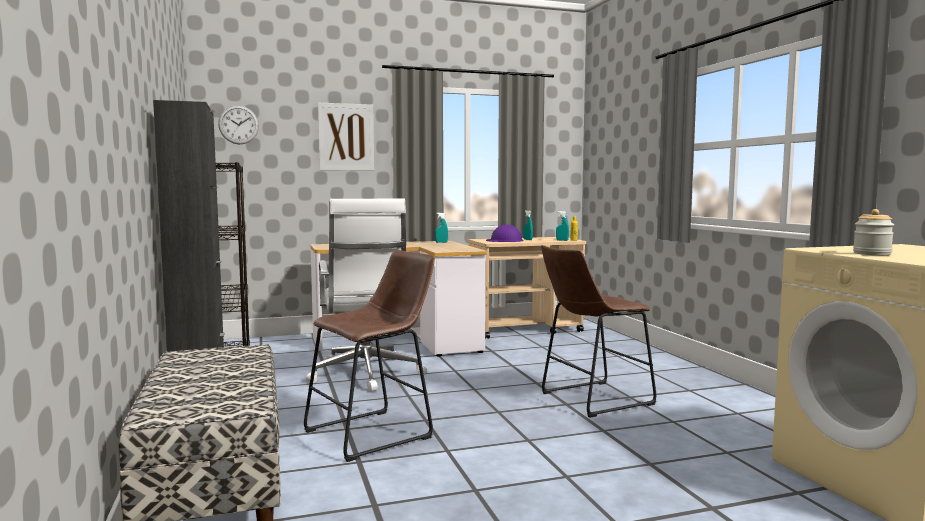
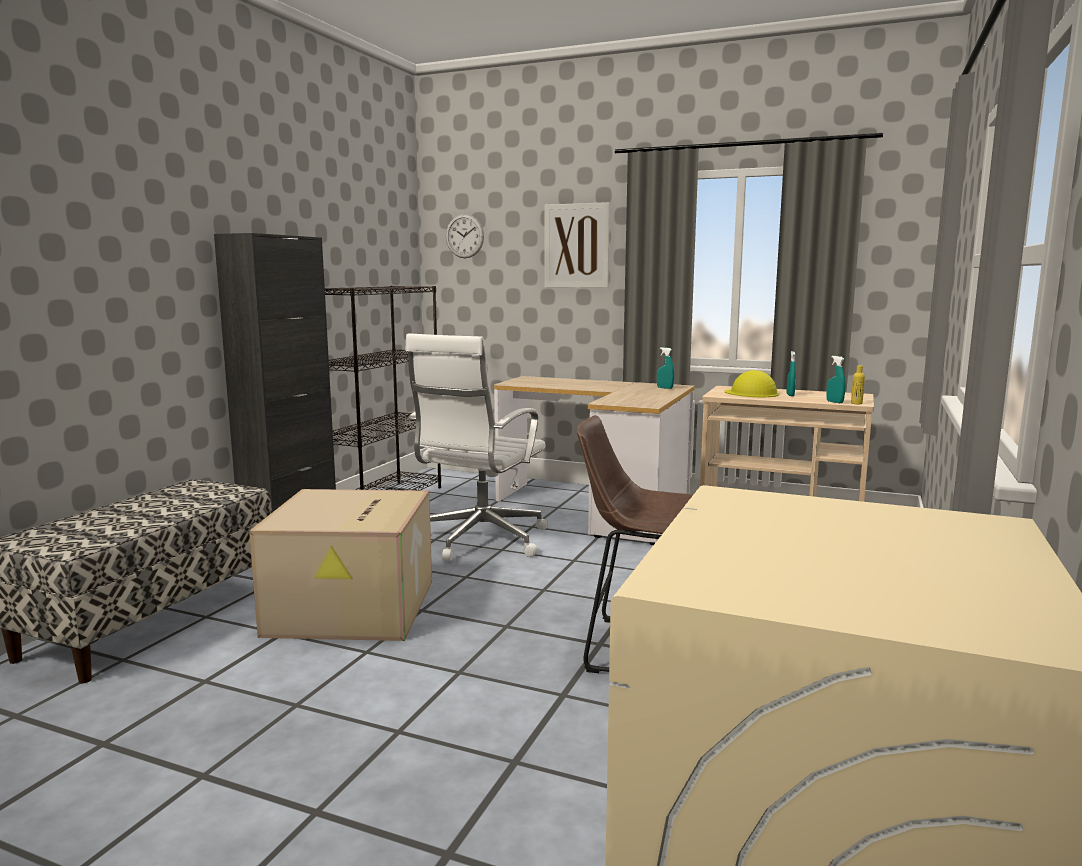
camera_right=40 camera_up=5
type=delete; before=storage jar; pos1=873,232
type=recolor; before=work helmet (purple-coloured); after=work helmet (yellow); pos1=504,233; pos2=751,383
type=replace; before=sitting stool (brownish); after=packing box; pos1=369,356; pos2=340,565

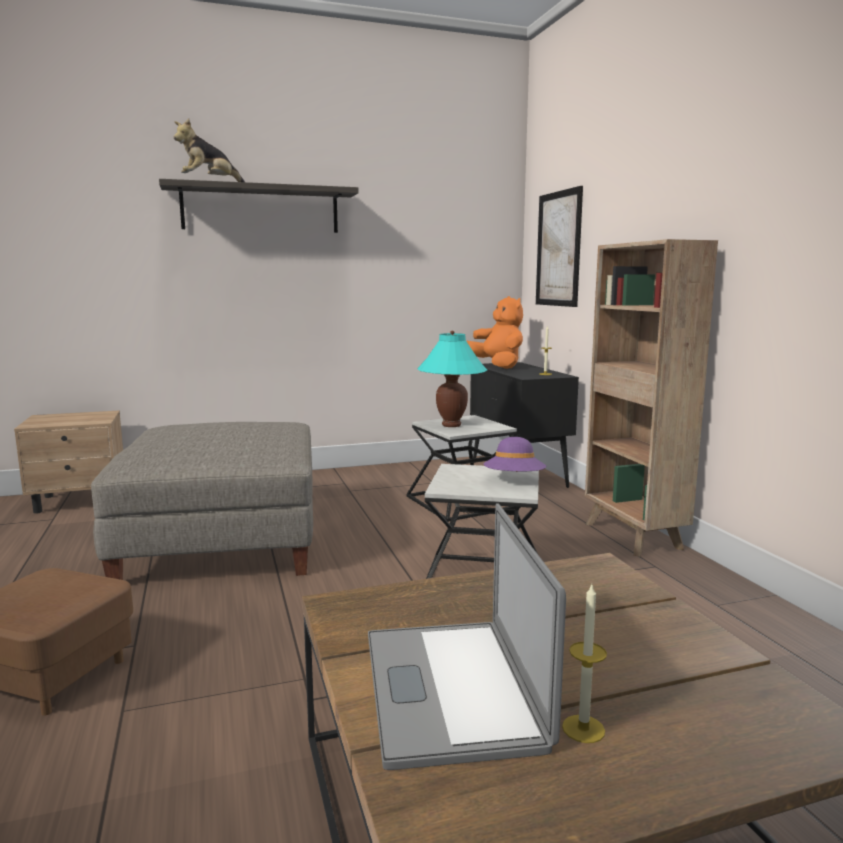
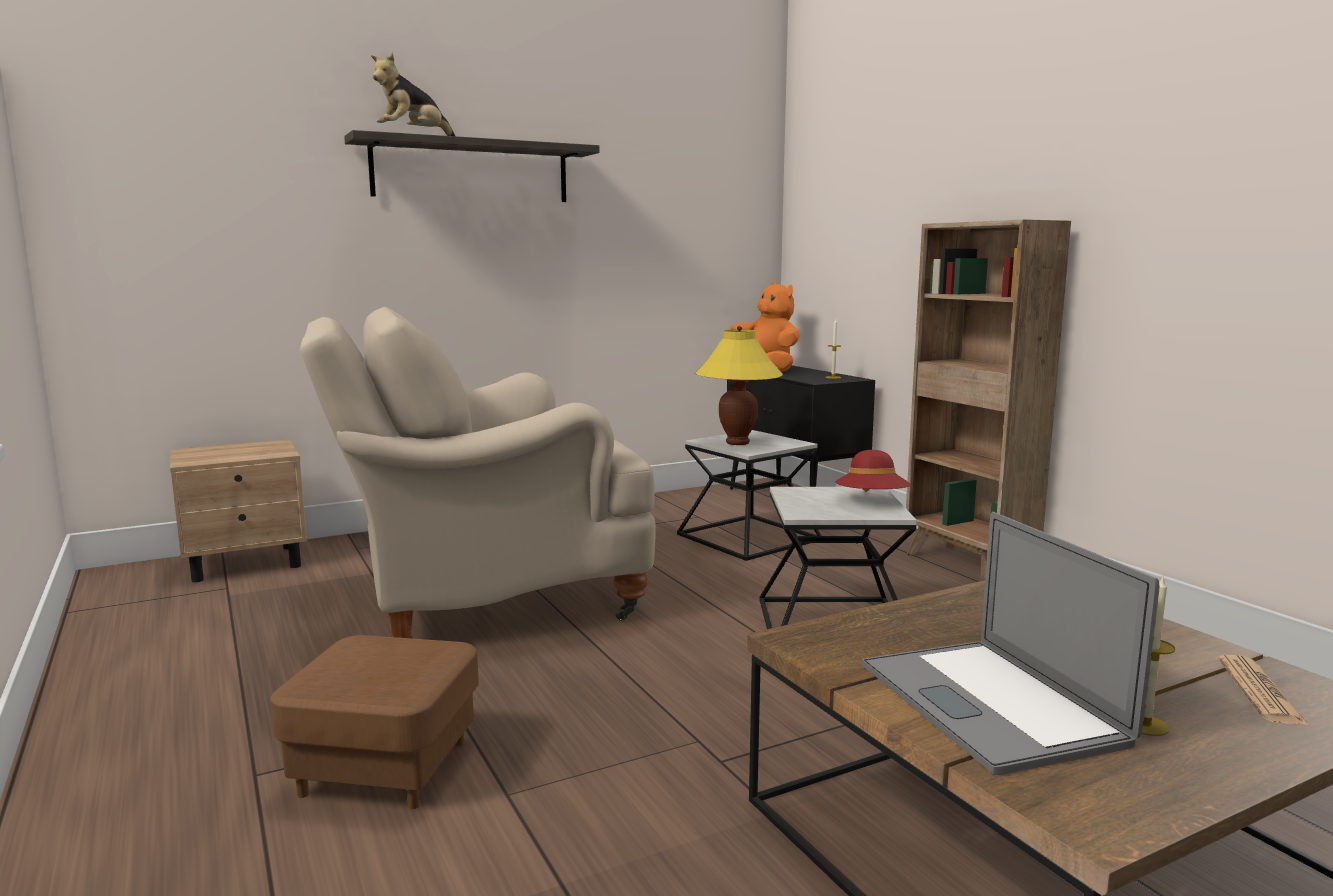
camera_right=-10 camera_up=0
type=delete; before=wall art; pos1=559,246
type=recolor; before=lamp for a table (turquoise); after=lamp for a table (yellow); pos1=452,379; pos2=739,385
type=replace; before=ottoman (grey); after=armchair (beige); pos1=202,501; pos2=478,472
type=recolor; before=wearable hat (purple-coloured); after=wearable hat (reddish); pos1=515,454; pos2=873,471
type=insert; after=newspaper; pos2=1264,690

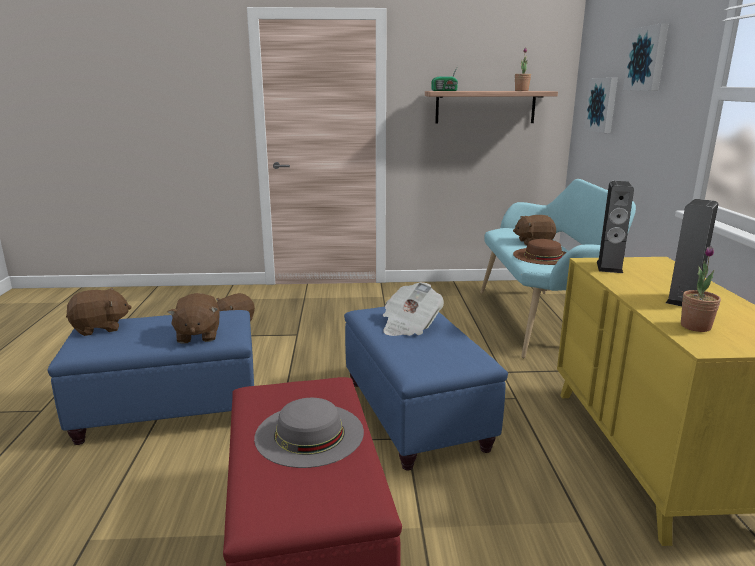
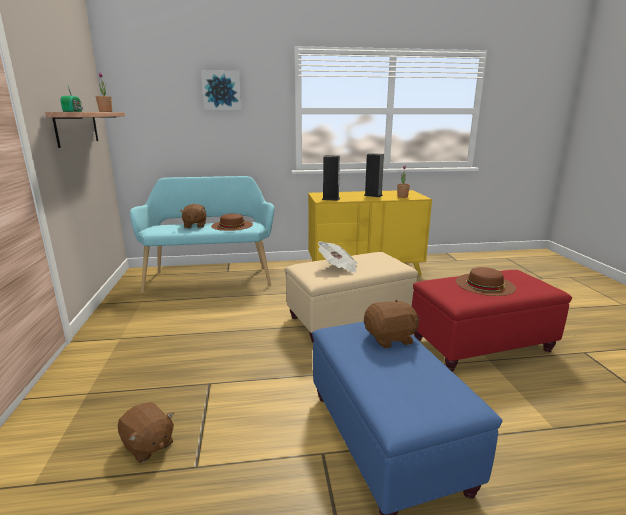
camera_right=-95 camera_up=0
type=delete; before=wall art; pos1=601,105
type=delete; before=plush toy (brownish); pos1=99,312
type=recolor; before=ottoman (blue-coloured); after=ottoman (beige); pos1=426,388; pos2=352,297
type=recolor; before=wearable hat (grey); after=wearable hat (brownish); pos1=309,433; pos2=486,281

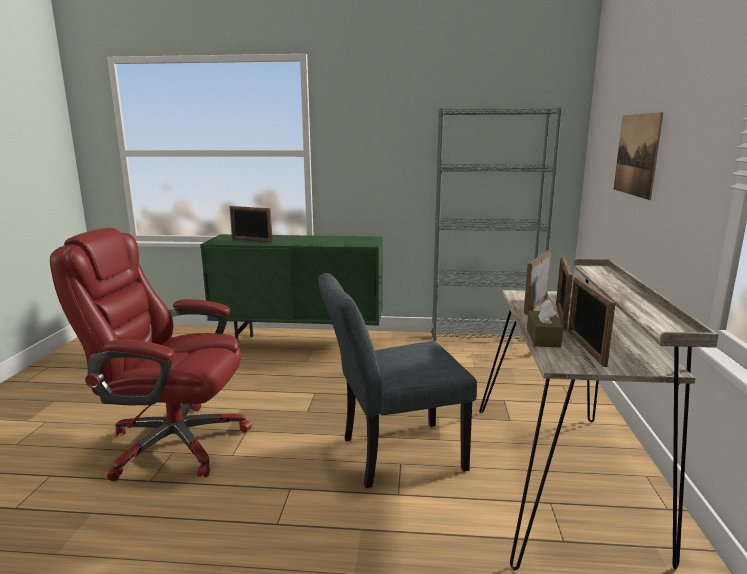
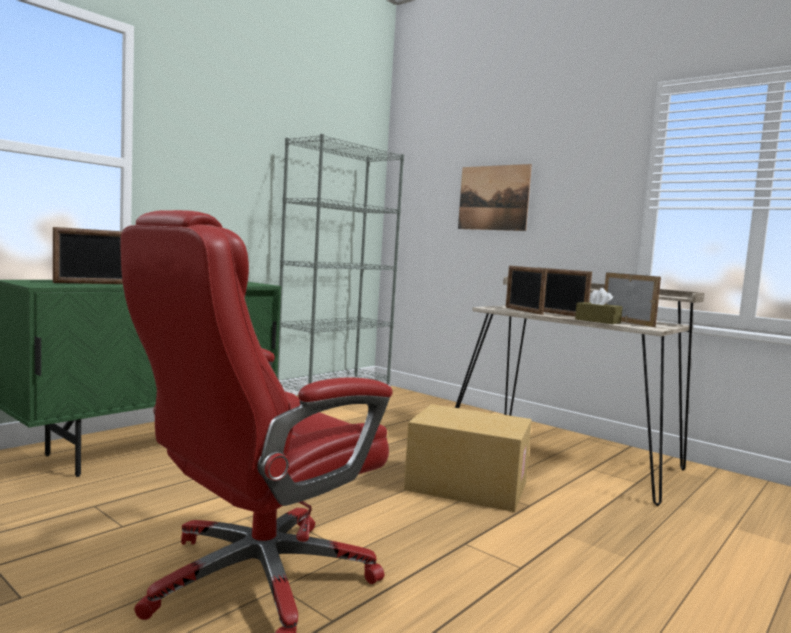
camera_right=-55 camera_up=-10
type=replace; before=plain chair (grey); after=packing box; pos1=397,380; pos2=468,458
type=rotate; before=picture frame; pos1=592,322; pos2=632,299; turn=-150

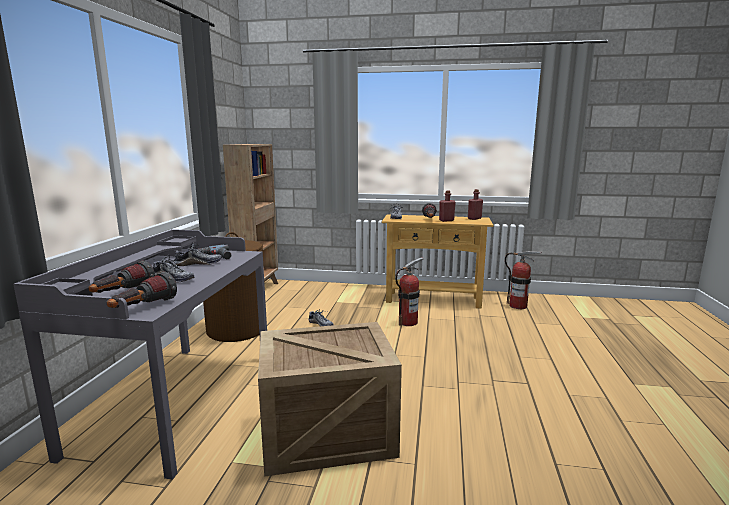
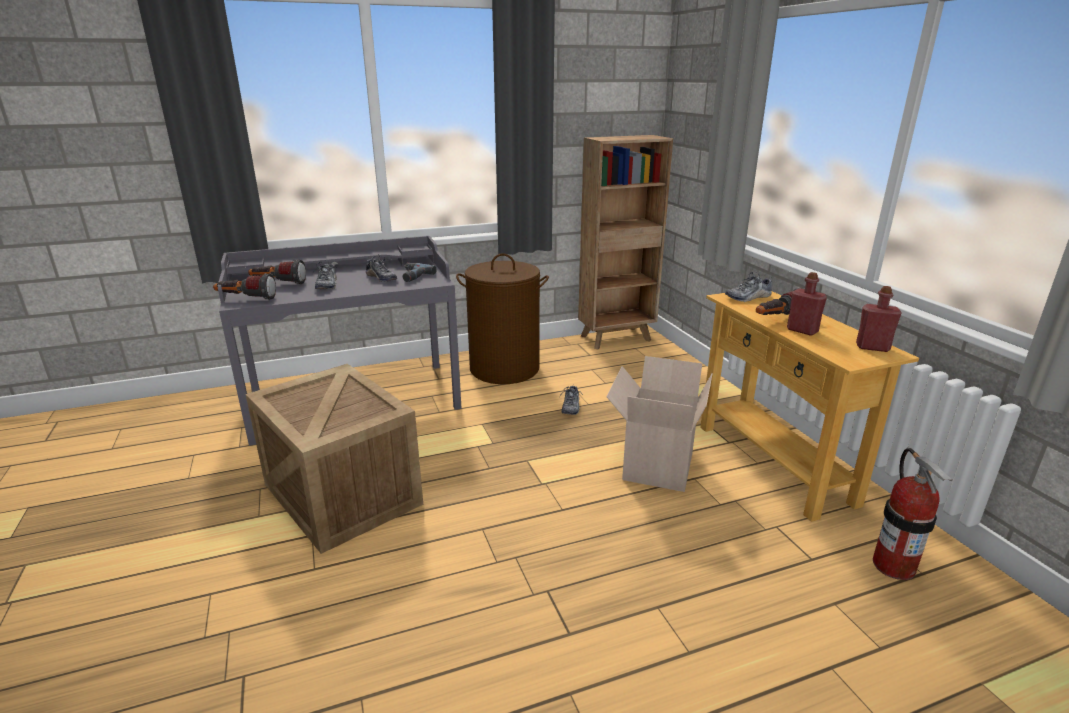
camera_right=60 camera_up=10
type=replace; before=fire extinguisher; after=packing box; pos1=409,291; pos2=659,424

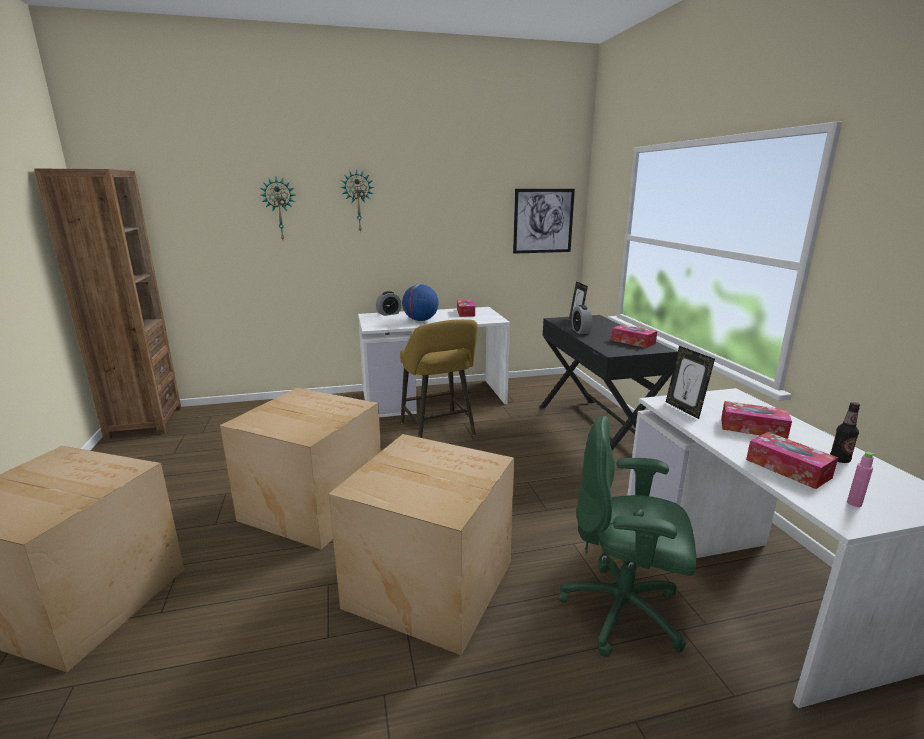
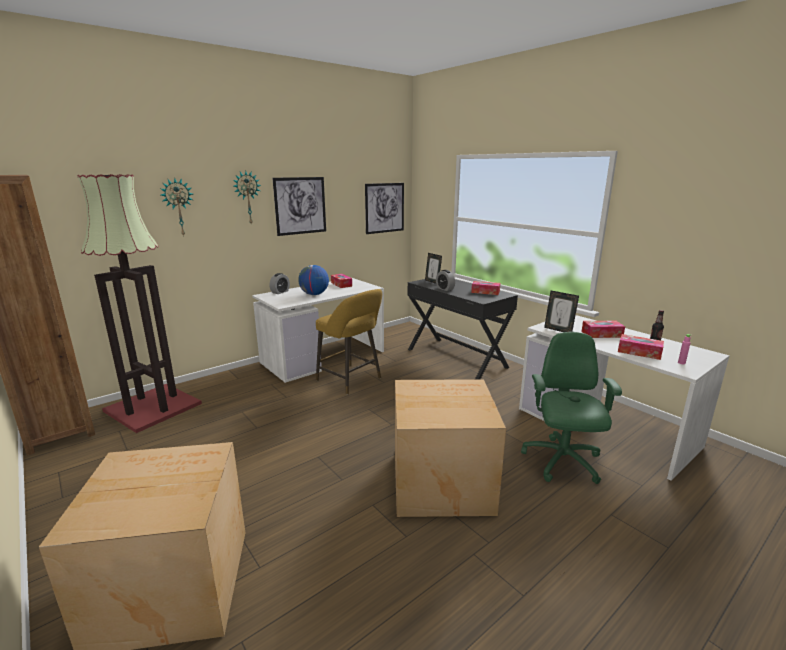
camera_right=-25 camera_up=0
type=delete; before=packing box; pos1=300,469
type=rotate; before=office chair (green); pos1=627,536; pos2=571,408; turn=105
type=insert; after=standing lamp; pos2=140,303
type=insert; after=wall art; pos2=299,206

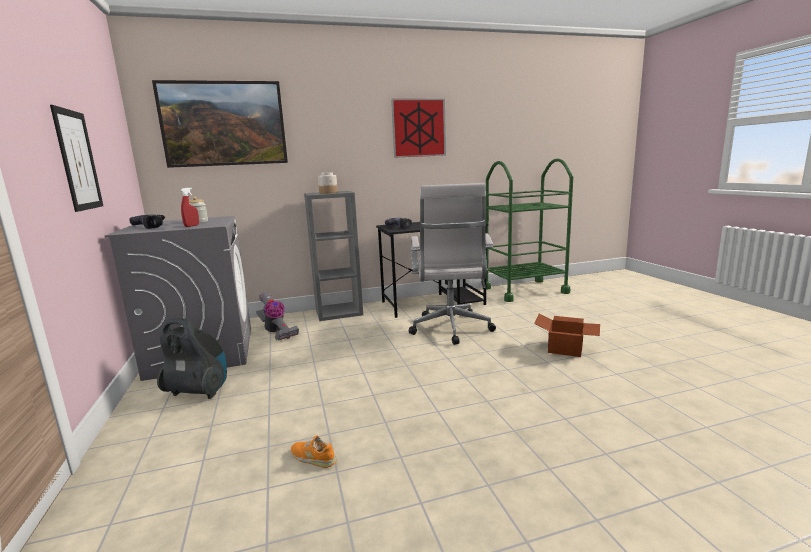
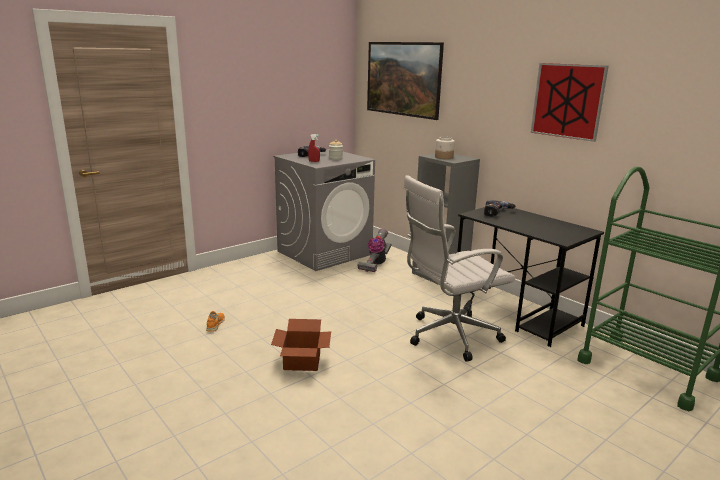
camera_right=65 camera_up=5
type=delete; before=wall art; pos1=76,158
type=move; before=packing box; pos1=567,335; pos2=301,345
type=delete; before=vacuum; pos1=192,358

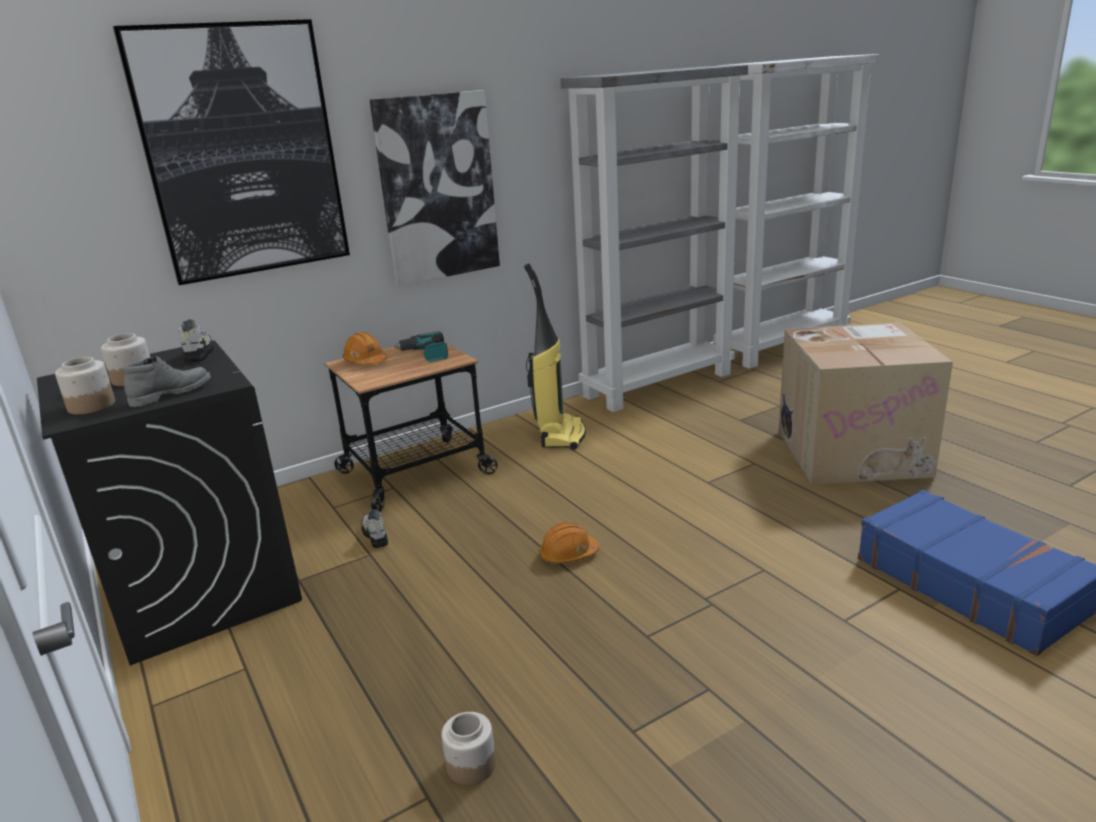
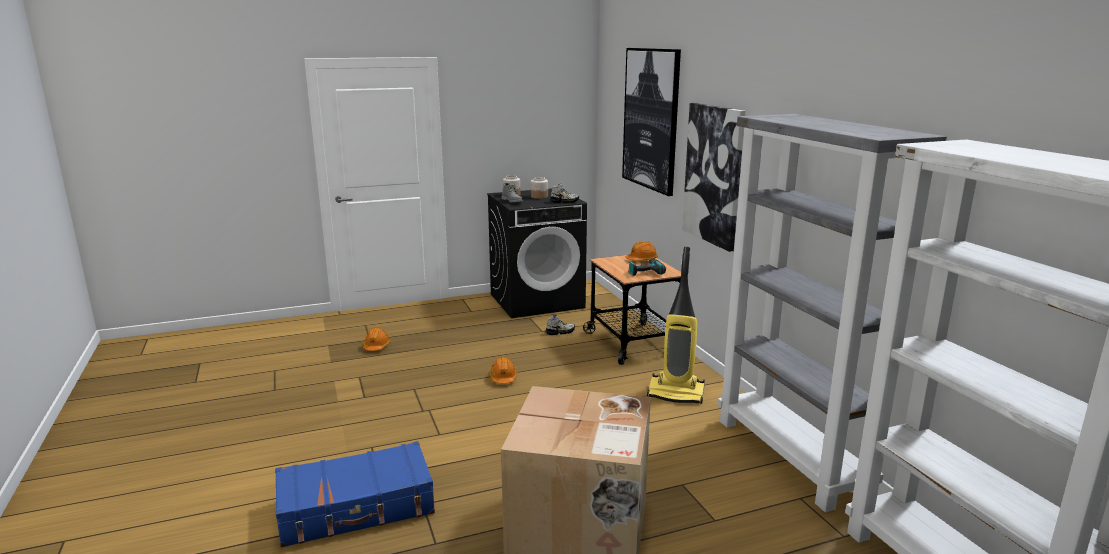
camera_right=100 camera_up=-5
type=replace; before=storage jar; after=work helmet (orange); pos1=468,748; pos2=376,339

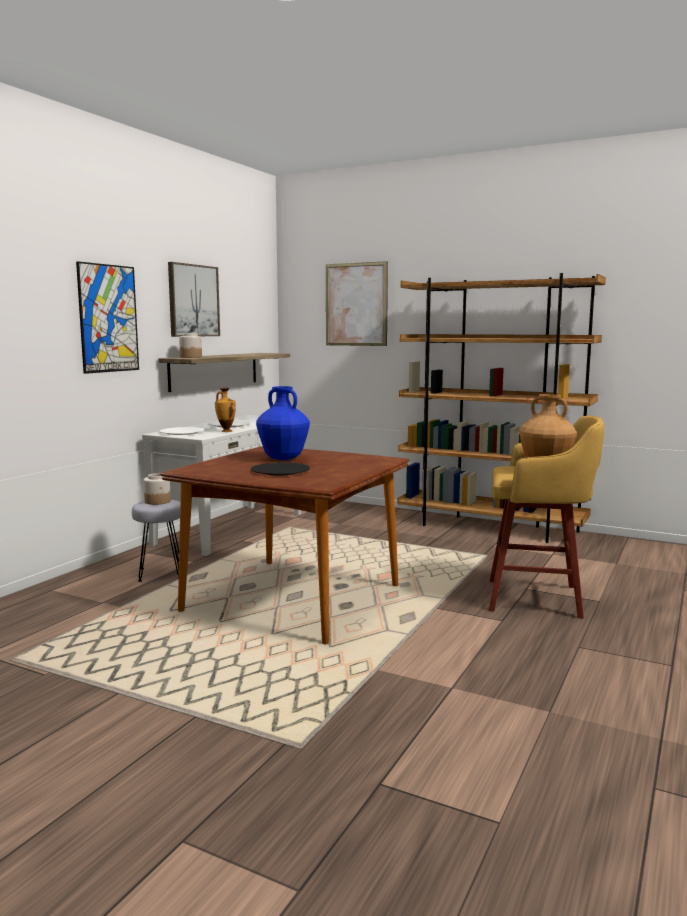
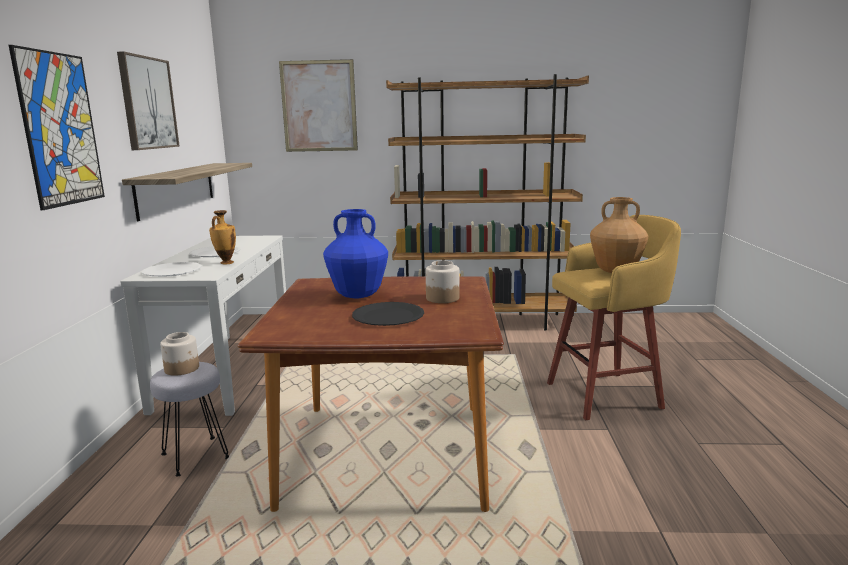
camera_right=-25 camera_up=5
type=move; before=storage jar; pos1=190,345; pos2=443,282

